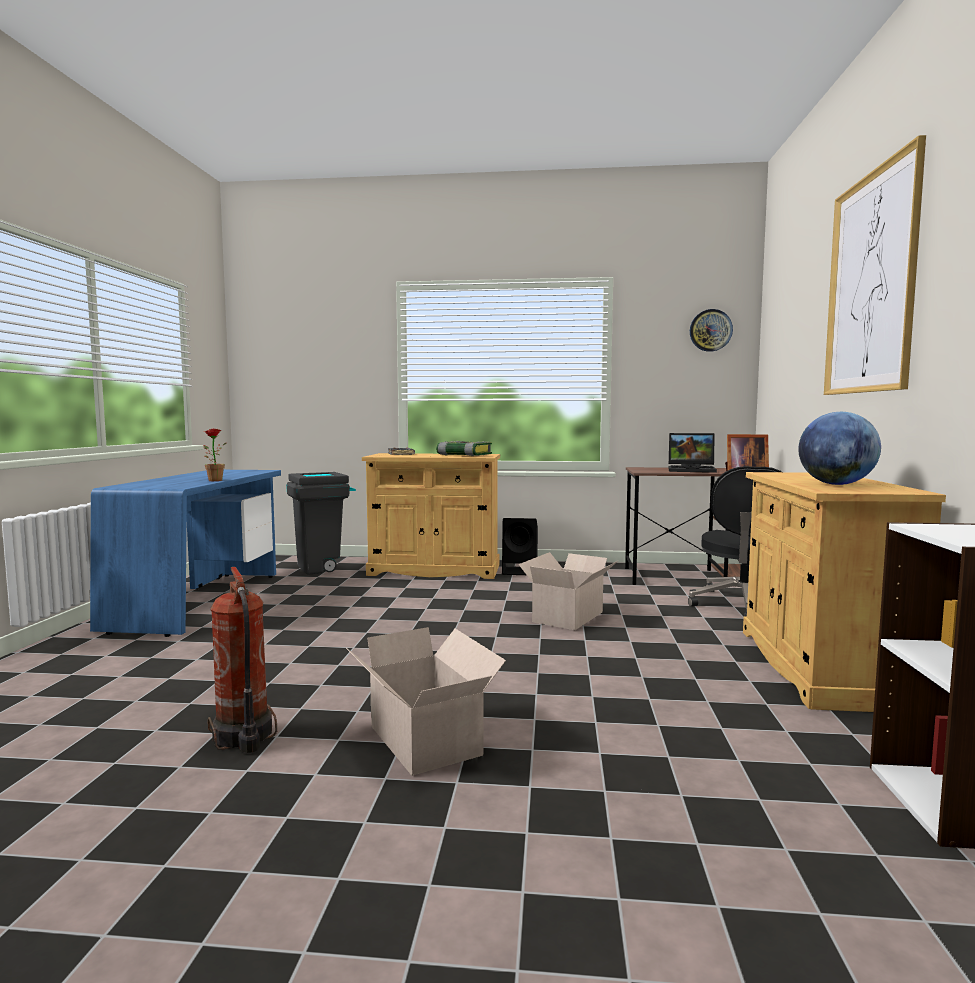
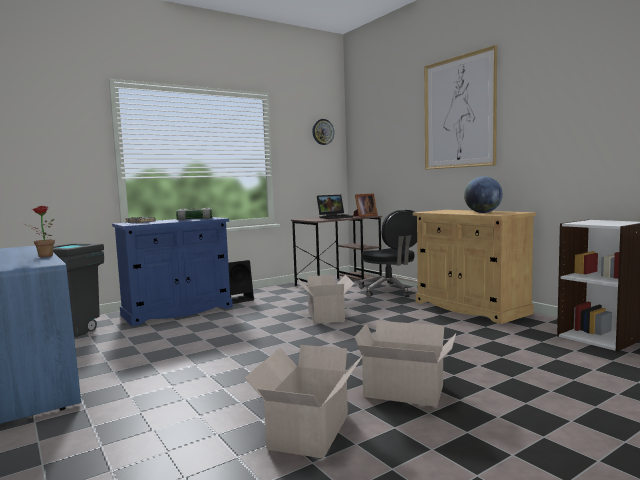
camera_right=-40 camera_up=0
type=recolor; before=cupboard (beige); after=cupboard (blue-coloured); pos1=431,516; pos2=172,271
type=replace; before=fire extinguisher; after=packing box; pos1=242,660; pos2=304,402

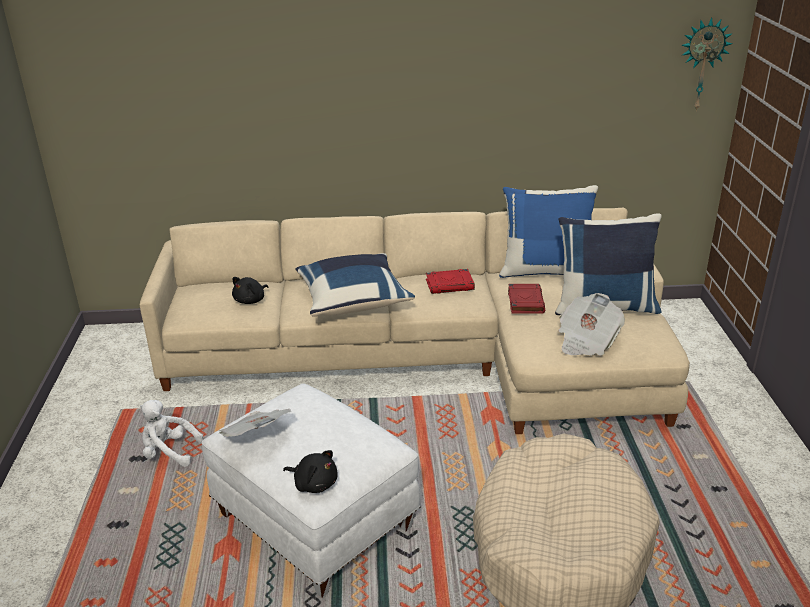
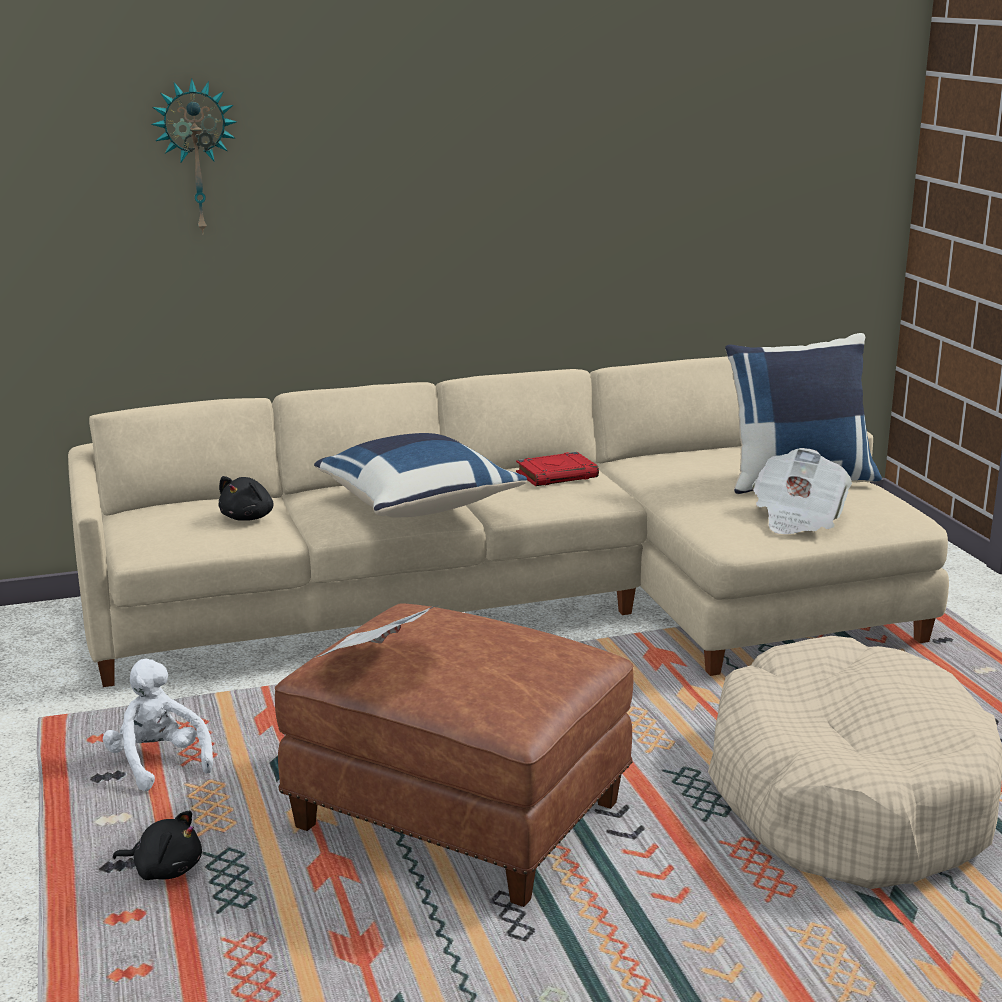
camera_right=-15 camera_up=-10
type=move; before=clock on the wall; pos1=707,64; pos2=194,156
type=delete; before=throw pillow (blue-coloured); pos1=548,231
type=delete; before=book (reddish); pos1=526,299
type=recolor; before=ottoman (white-coloured); after=ottoman (brownish); pos1=311,491; pos2=454,755
type=rotate; before=plush toy (white-coloured); pos1=172,433; pos2=158,725; turn=60
type=move; before=plush toy (black-coloured); pos1=310,471; pos2=157,845

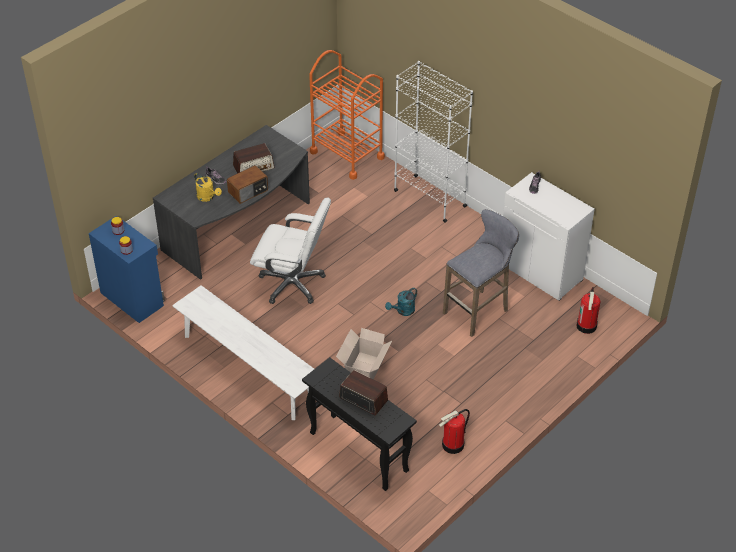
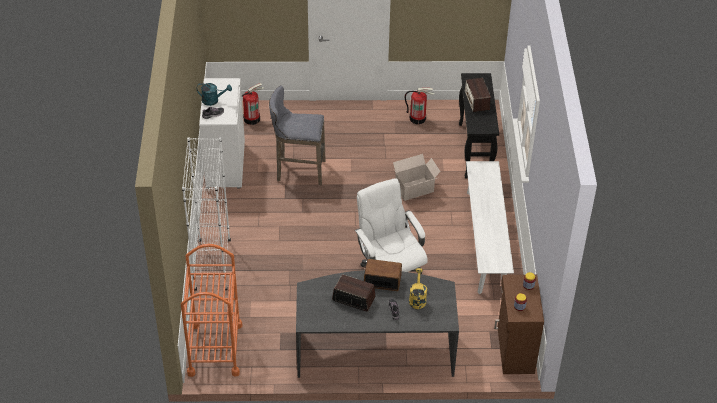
camera_right=-135 camera_up=0
type=recolor; before=cupboard (blue-coloured); after=cupboard (brownish); pos1=127,269; pos2=519,324
type=move; before=watering pot (turquoise); pos1=401,302; pos2=214,94

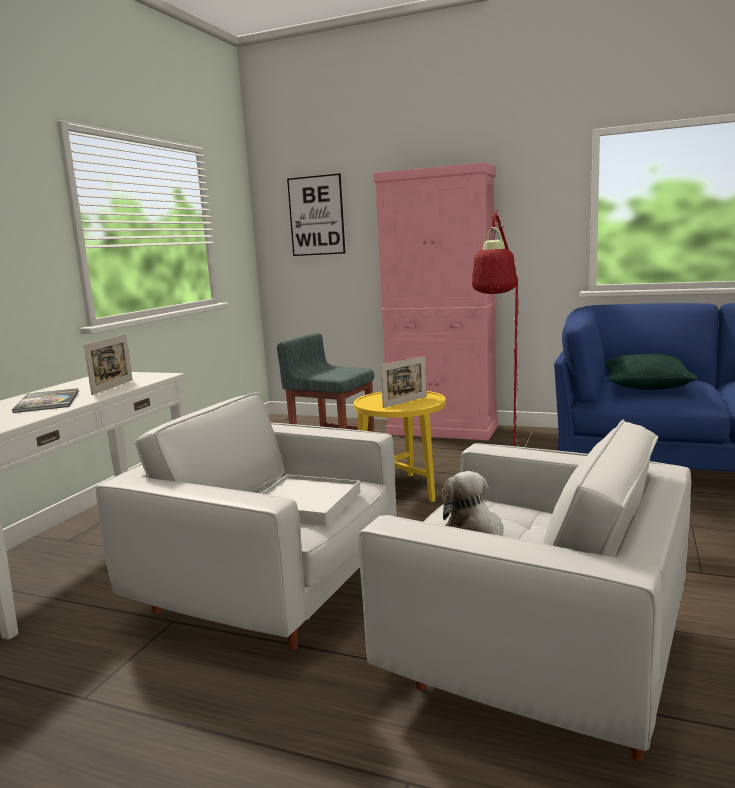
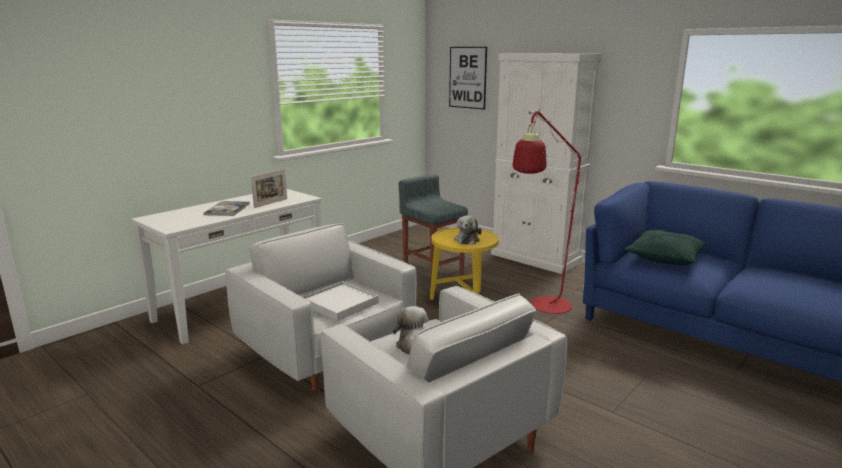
camera_right=20 camera_up=5
type=recolor; before=cupboard (pinkish); after=cupboard (white-coloured); pos1=435,301; pos2=546,163
type=replace; before=picture frame; after=plush toy; pos1=404,382; pos2=468,230

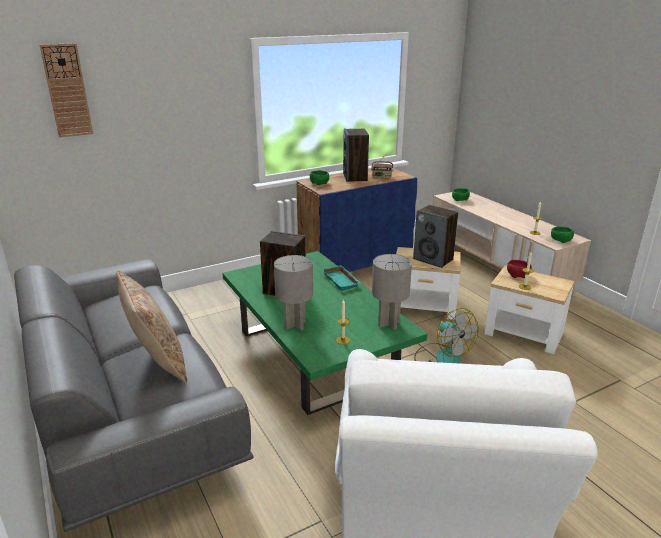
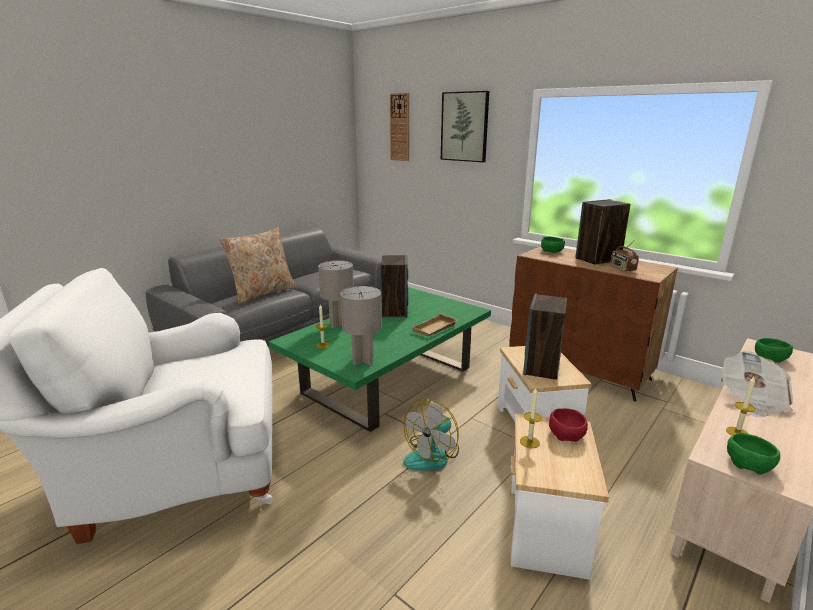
camera_right=70 camera_up=-5
type=recolor; before=cupboard (blue-coloured); after=cupboard (brownish); pos1=356,220; pos2=593,324
type=recolor; before=tray (turquoise); after=tray (beige); pos1=342,278; pos2=434,324
type=insert; after=wall art; pos2=465,126
type=insert; after=newspaper; pos2=757,384

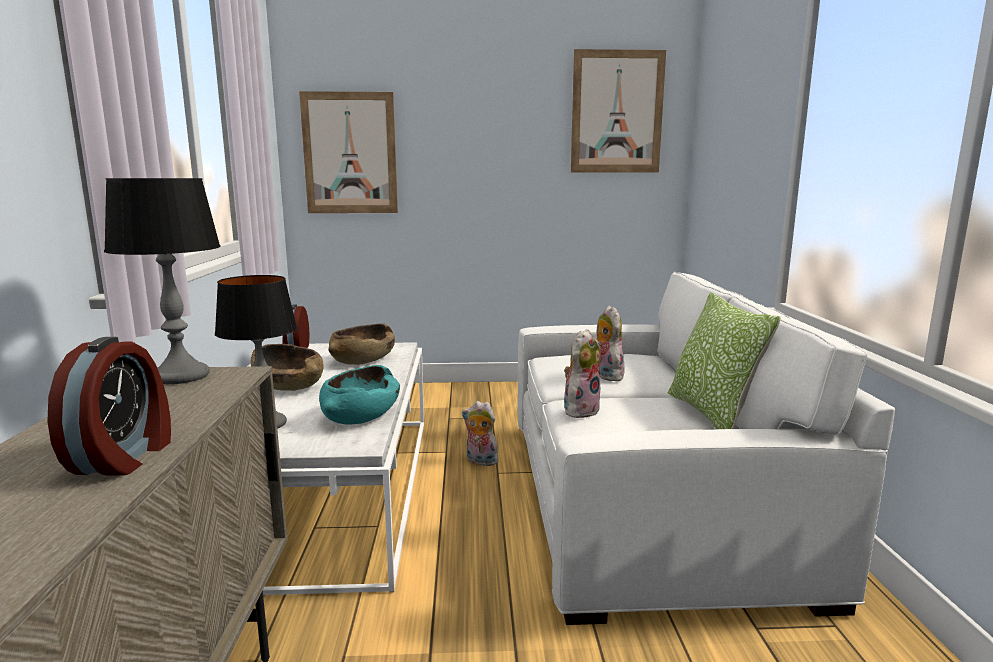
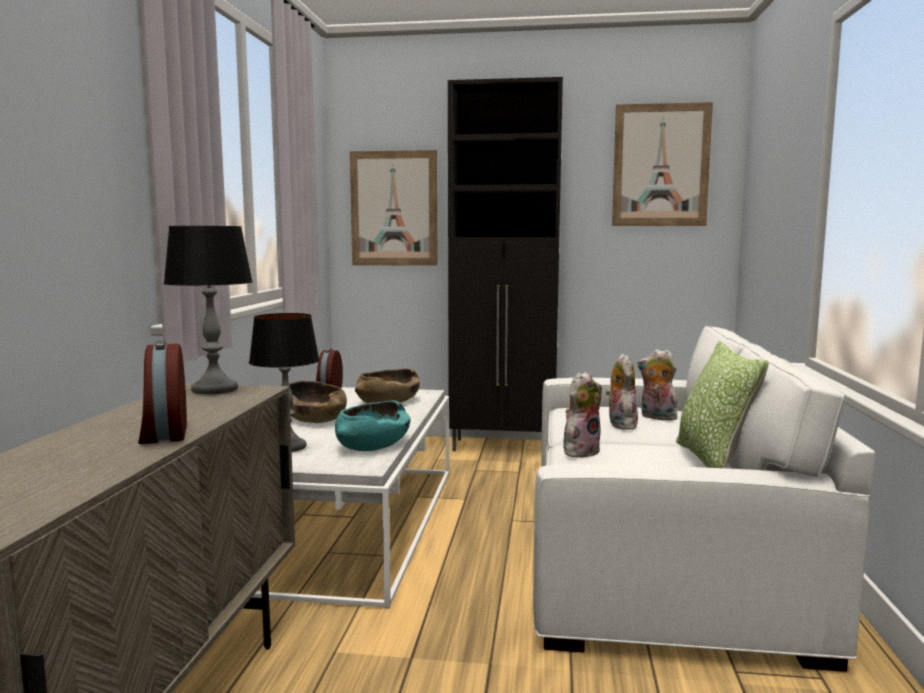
camera_right=10 camera_up=-5
type=rotate; before=alarm clock; pos1=109,406; pos2=162,392; turn=150
type=move; before=plush toy; pos1=480,433; pos2=658,385
type=insert; after=cupboard (black-coloured); pos2=505,264

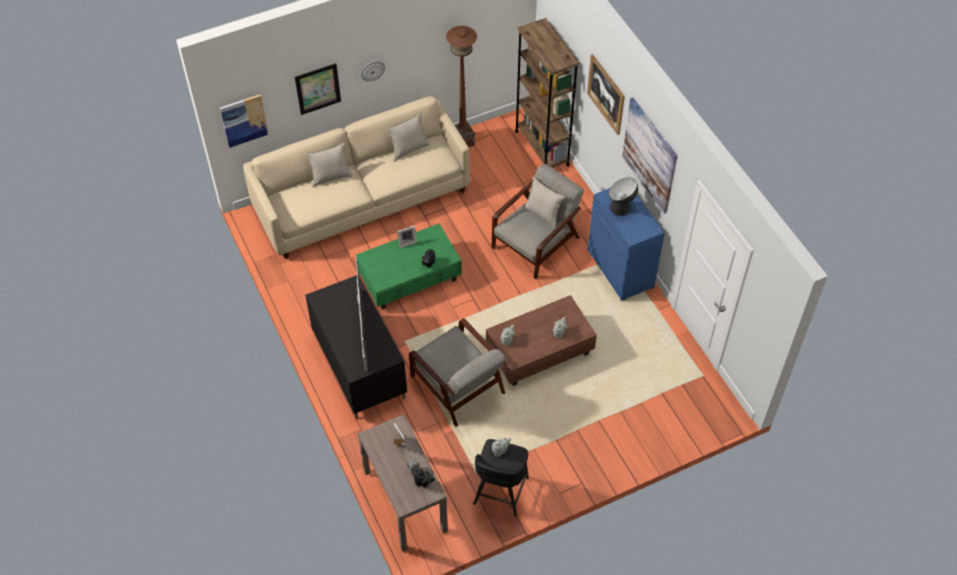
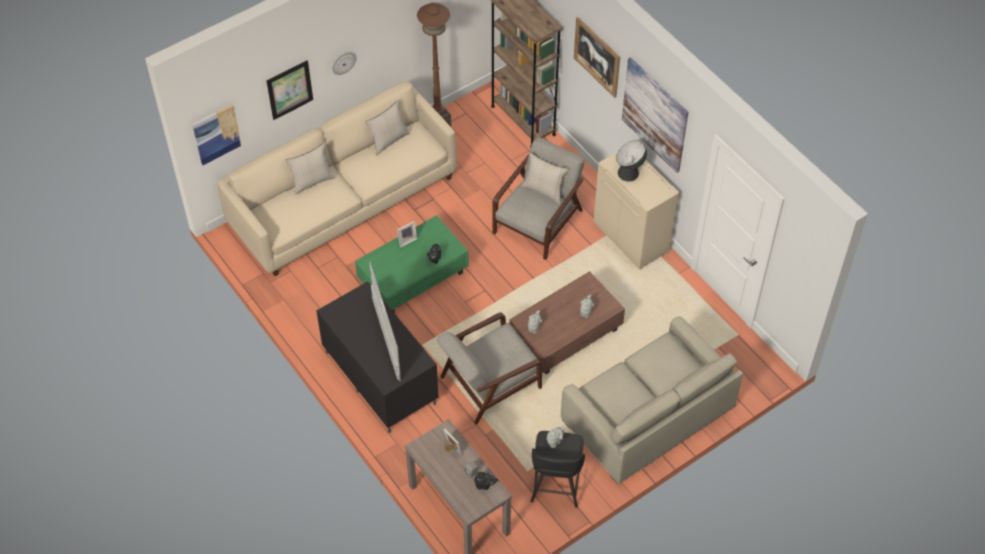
camera_right=-10 camera_up=0
type=recolor; before=cupboard (blue-coloured); after=cupboard (beige); pos1=626,244; pos2=636,211
type=rotate; before=armchair (grey); pos1=457,372; pos2=489,368; turn=105
type=insert; after=couch (beige); pos2=652,400

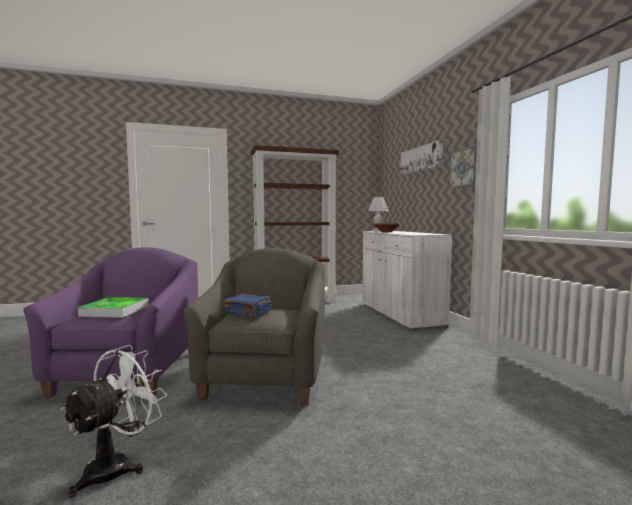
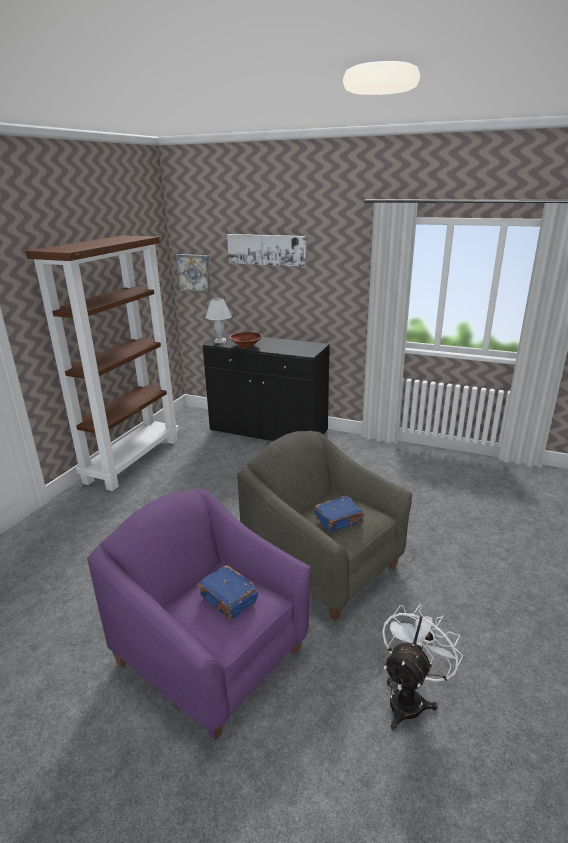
camera_right=-50 camera_up=20
type=move; before=wall art; pos1=463,167; pos2=194,273
type=recolor; before=cupboard (white-coloured); after=cupboard (black-coloured); pos1=407,280; pos2=266,387
type=replace; before=tray; after=book (blue-coloured); pos1=113,307; pos2=227,593
type=rotate; before=cooling fan (white-coloured); pos1=113,421; pos2=422,667; turn=60

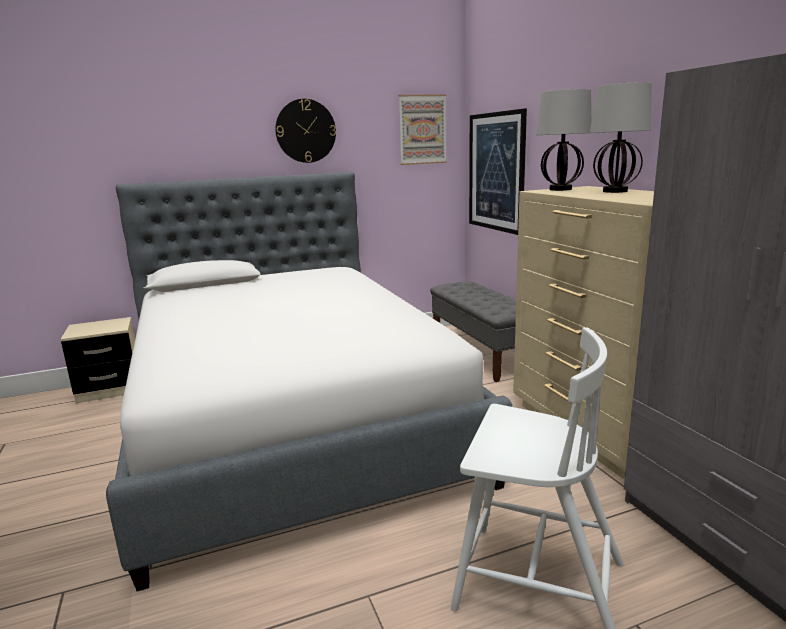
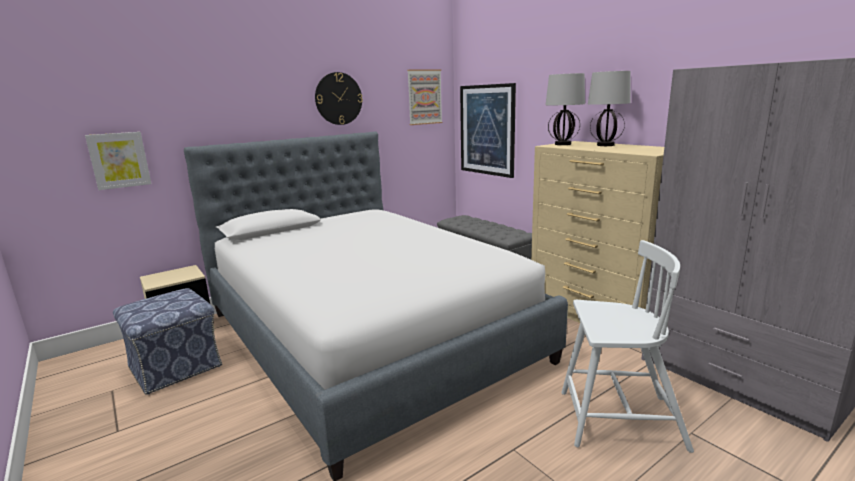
camera_right=-15 camera_up=0
type=insert; after=wall art; pos2=118,161
type=insert; after=ottoman; pos2=167,341

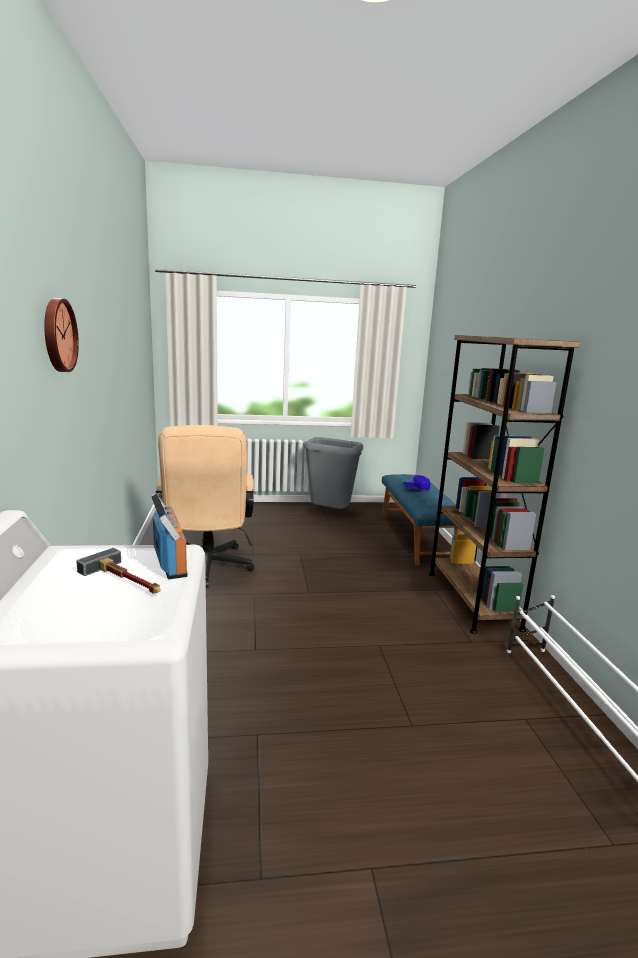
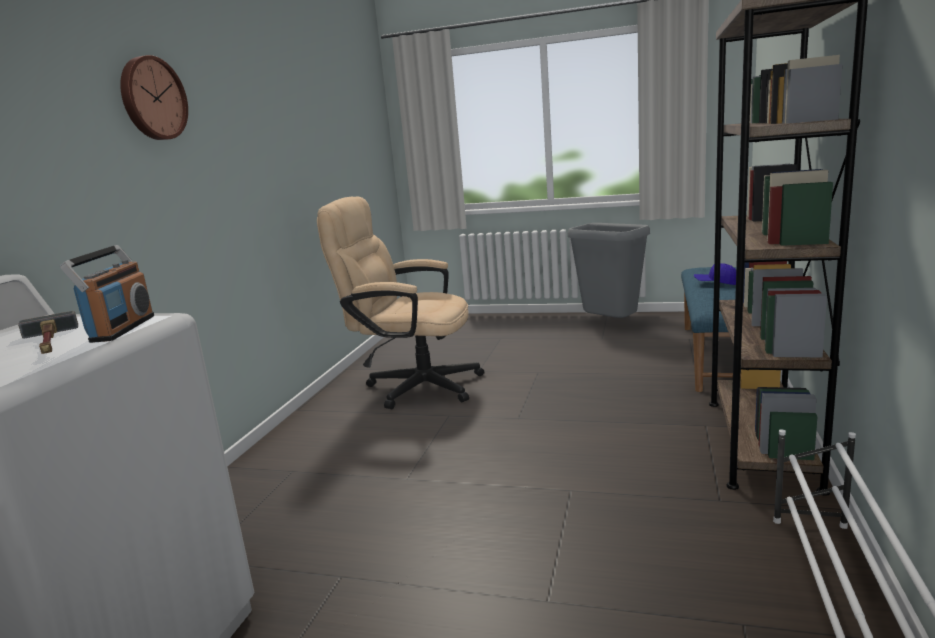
camera_right=25 camera_up=0
type=rotate; before=office chair (beige); pos1=205,506; pos2=400,302; turn=90

